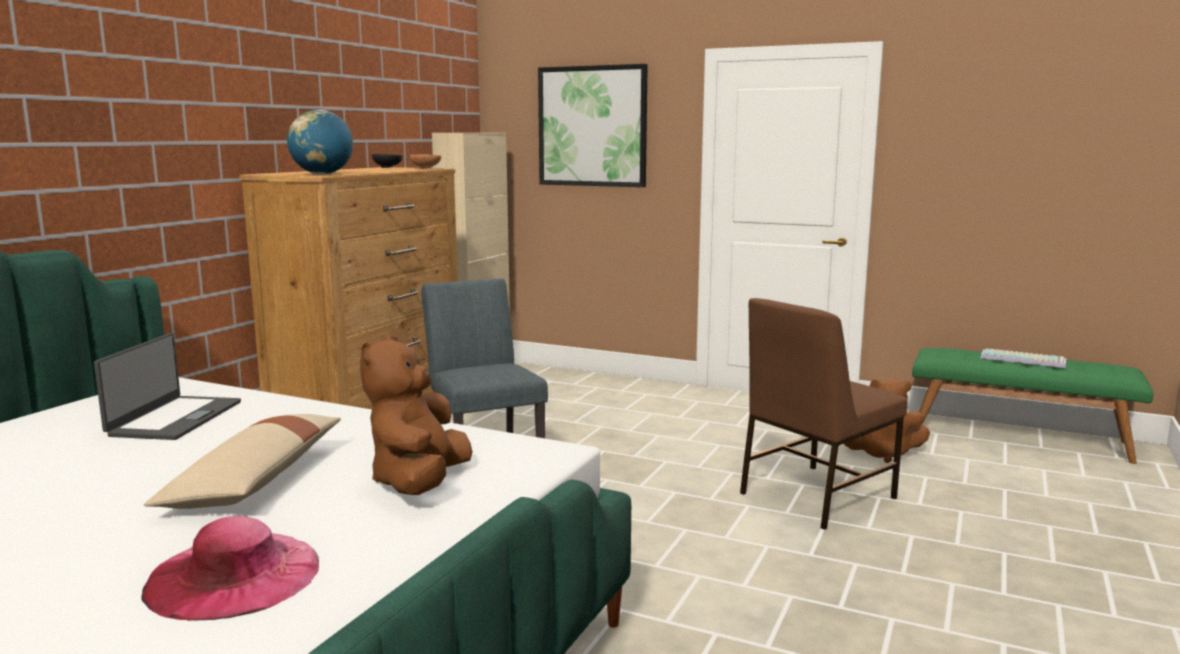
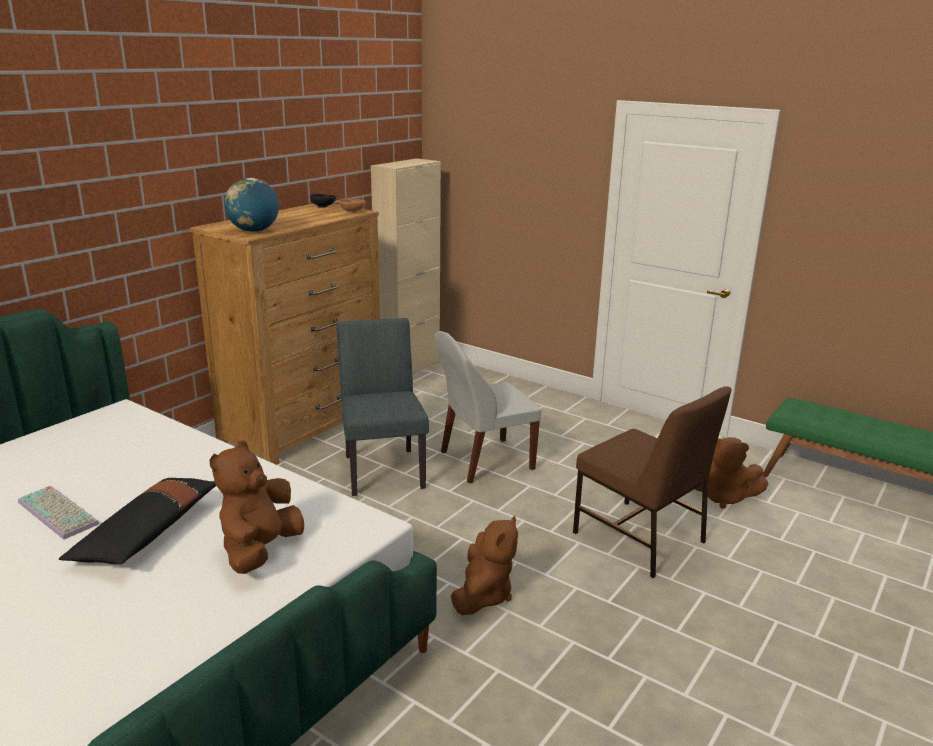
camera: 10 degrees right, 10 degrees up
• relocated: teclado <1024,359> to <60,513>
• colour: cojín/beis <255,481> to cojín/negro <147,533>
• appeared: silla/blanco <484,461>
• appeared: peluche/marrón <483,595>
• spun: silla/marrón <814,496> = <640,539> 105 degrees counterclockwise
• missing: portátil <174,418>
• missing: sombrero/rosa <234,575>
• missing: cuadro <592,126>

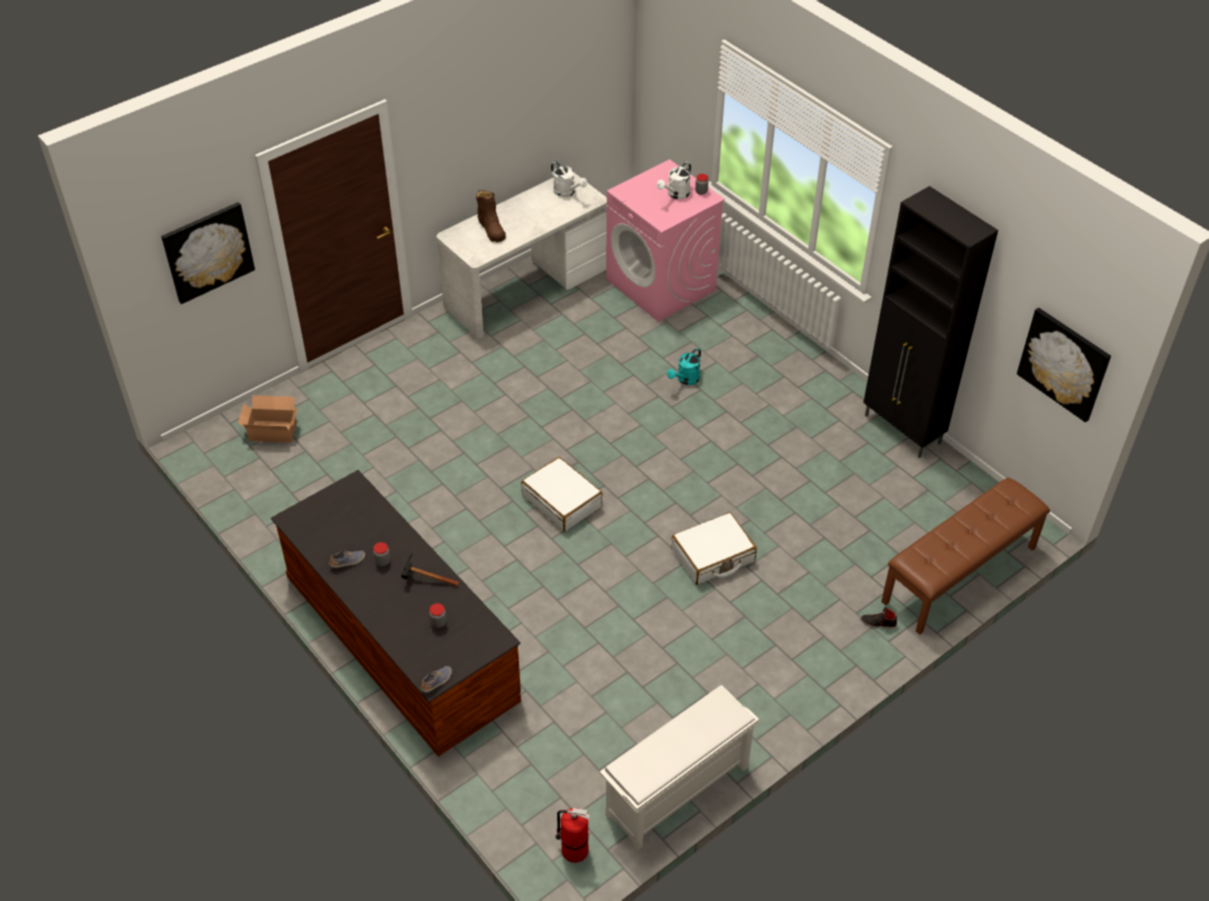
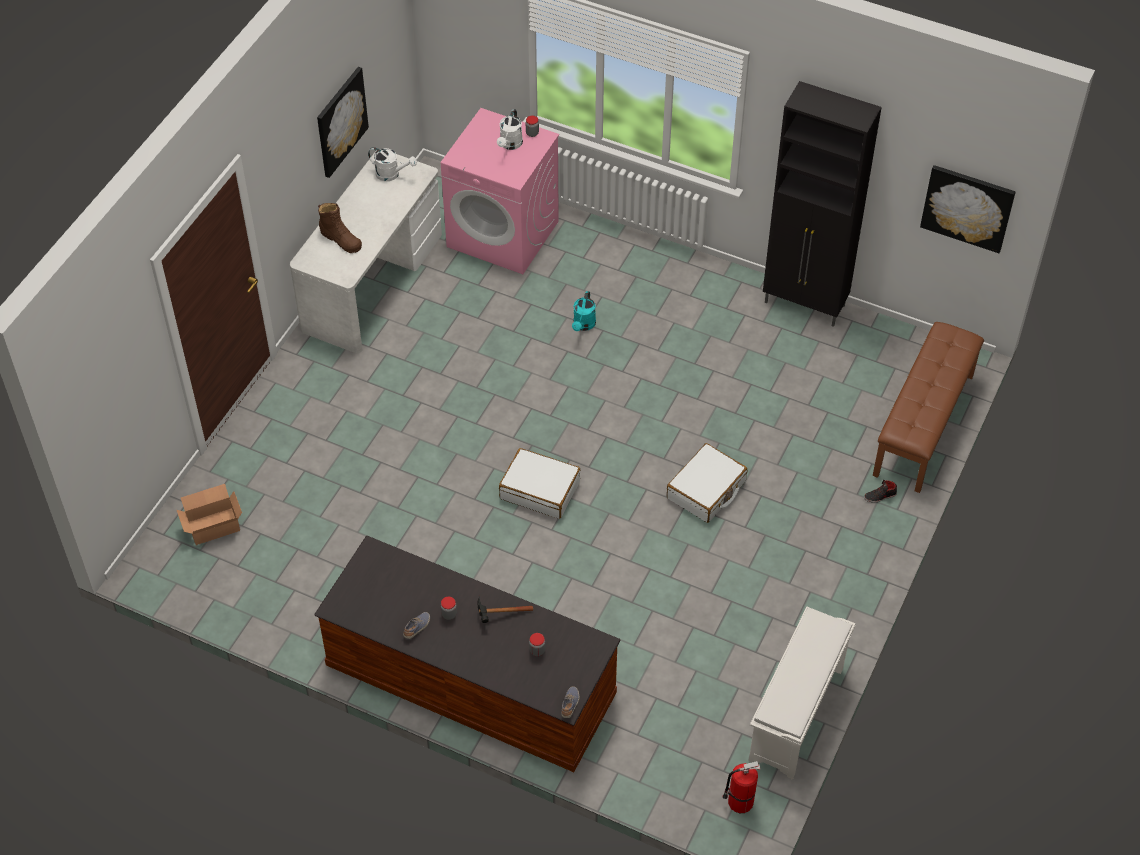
camera: 25 degrees left, 5 degrees up
• relocated: cuadro <208,252> to <341,121>

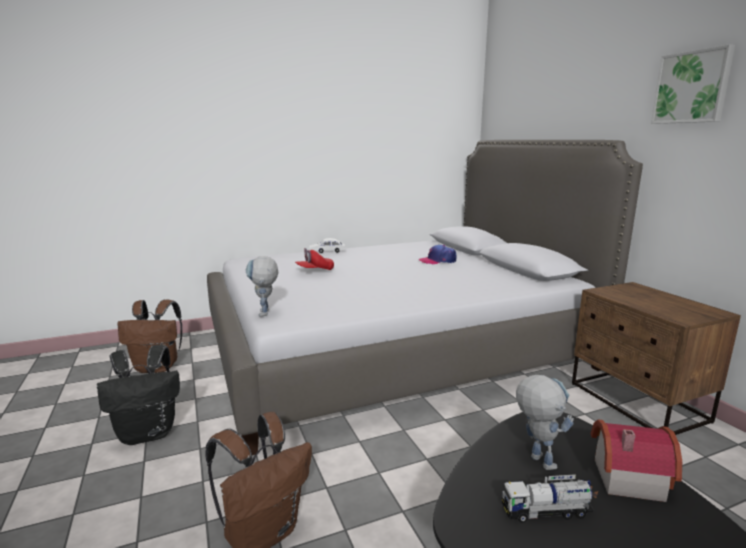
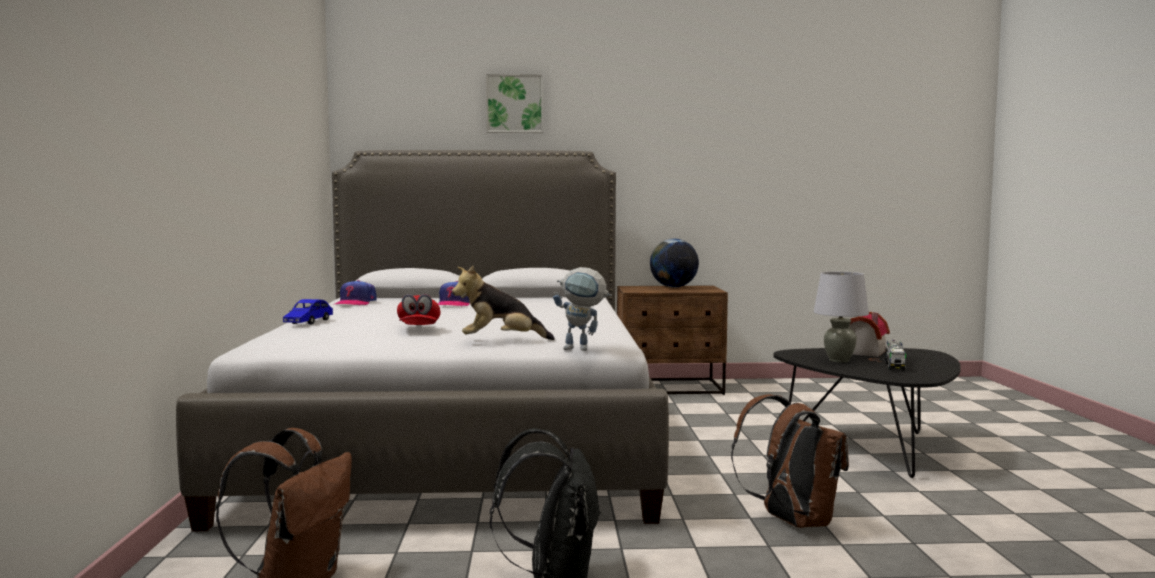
camera: 70 degrees left, 10 degrees down
• colour: coche de juguete/blanco <327,251> to coche de juguete/azul <308,322>
• appeared: gorra <355,303>
• appeared: peluche <501,342>
• relocated: cuadro <692,87> to <514,104>
• appeared: globo terráqueo <673,287>
• exchanged: robot de juguete <535,458> to lámpara de mesa/gris <839,360>

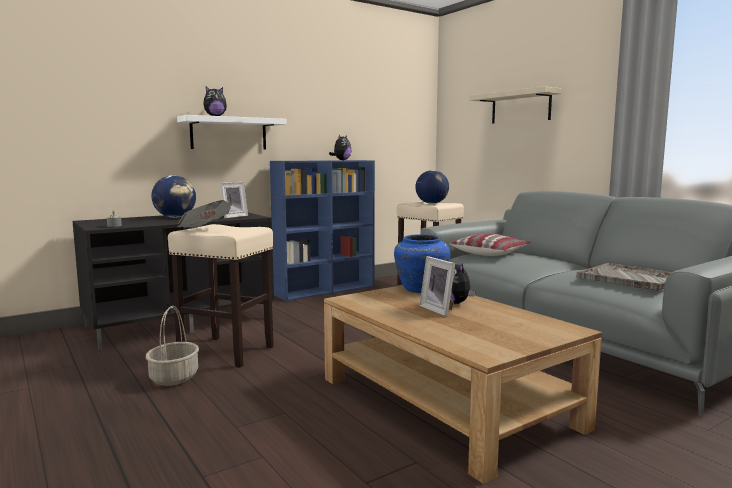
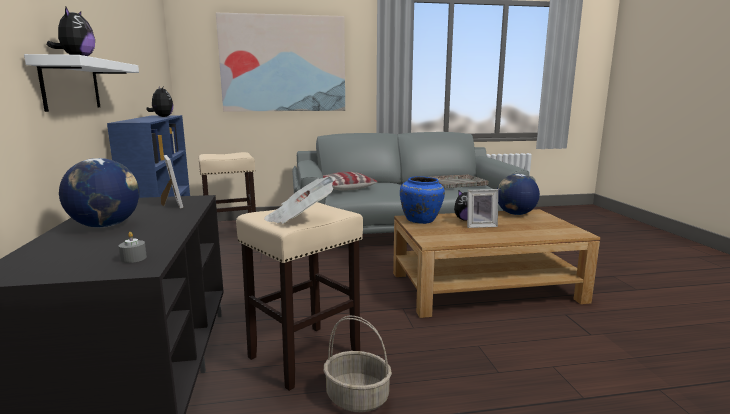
camera: 65 degrees left, 5 degrees up
• exchanged: estante/beis <520,107> to cuadro <283,64>
• relocated: globo terráqueo <431,203> to <515,214>

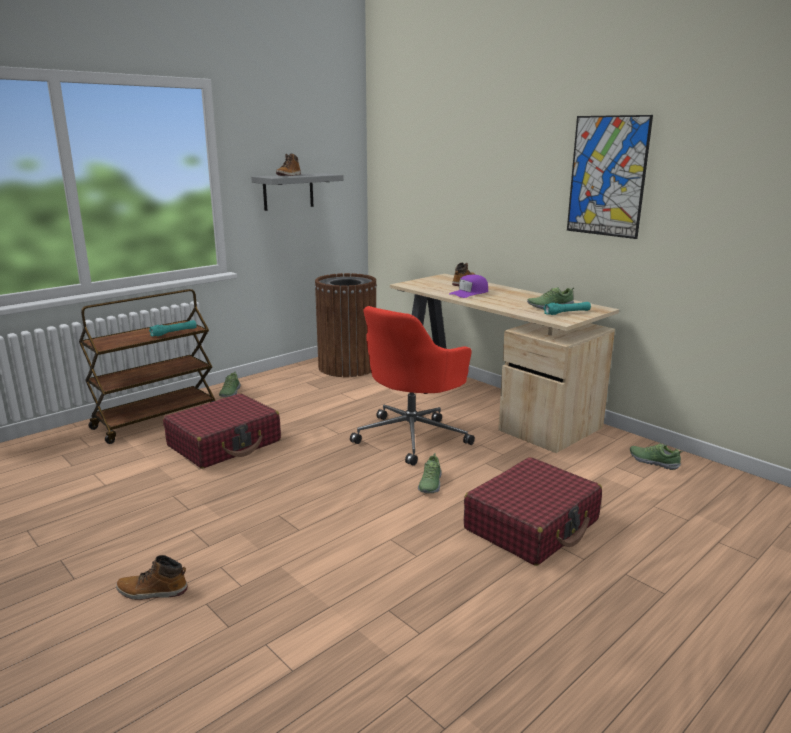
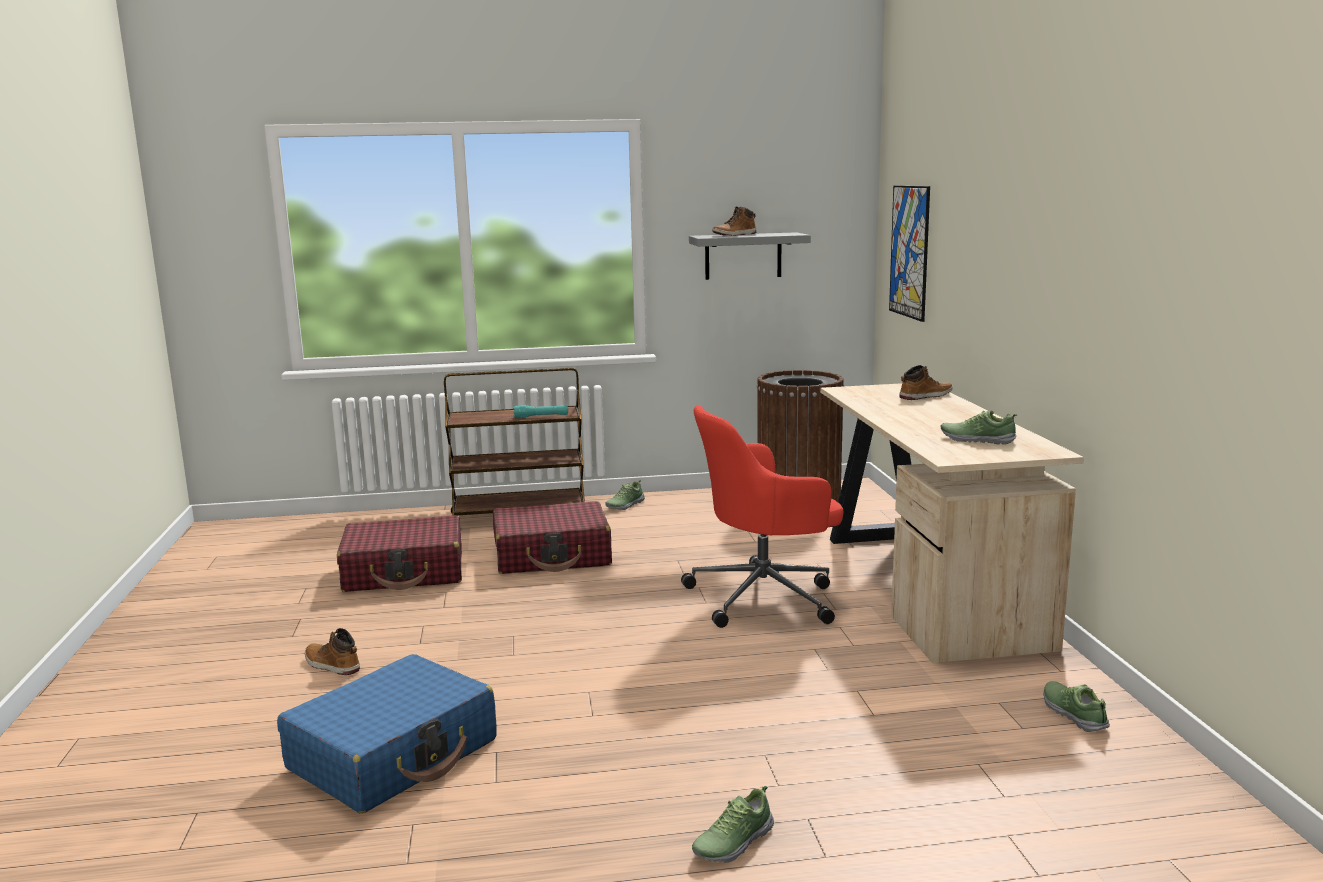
camera: 35 degrees right, 5 degrees down
• appeared: maleta/azul <394,754>
• relocated: maleta/rojo <532,525> to <405,572>
• relocated: zapato <429,484> to <732,842>
• relocated: cuadro <607,176> to <909,251>
• missing: gorra/morado <469,293>
• missing: linterna/turquesa <567,313>

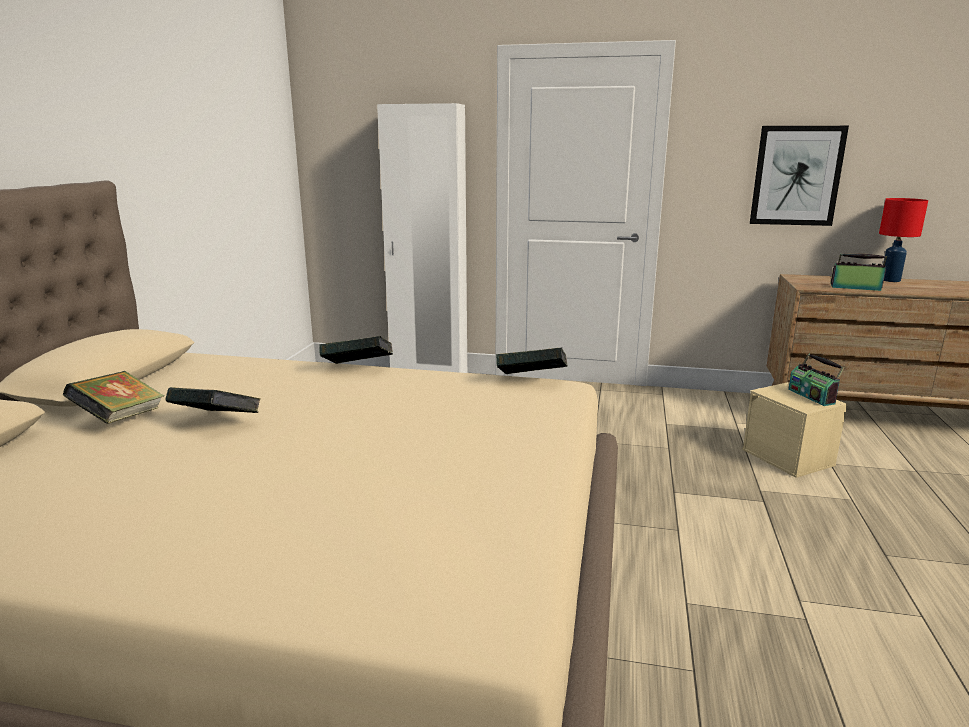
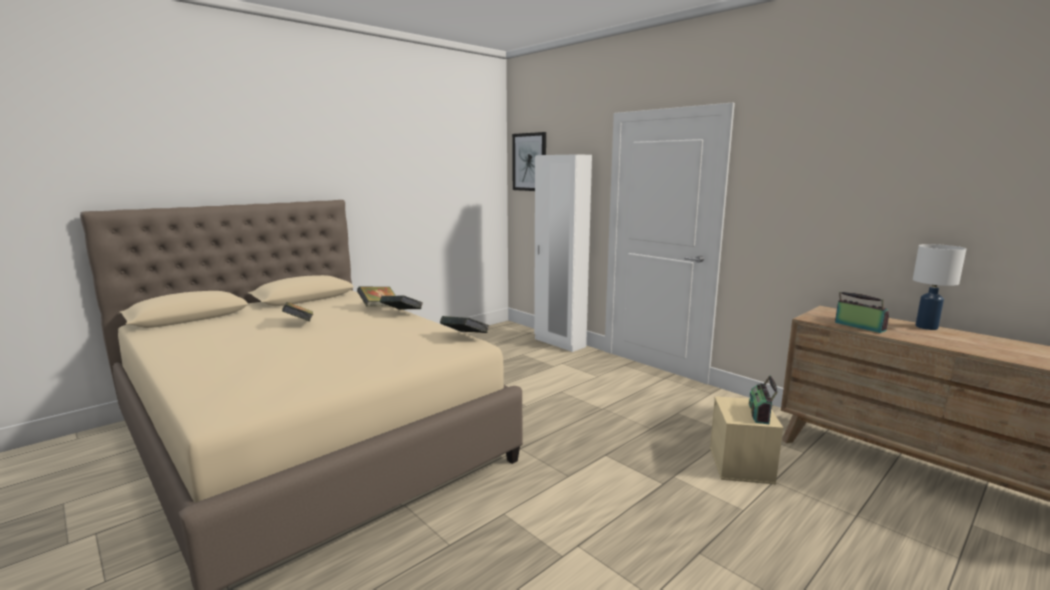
camera: 35 degrees right, 5 degrees down
• relocated: libro <120,419> to <379,307>
• relocated: cuadro <796,176> to <529,162>
• colour: lámpara de mesa/rojo <890,280> to lámpara de mesa/blanco <927,327>

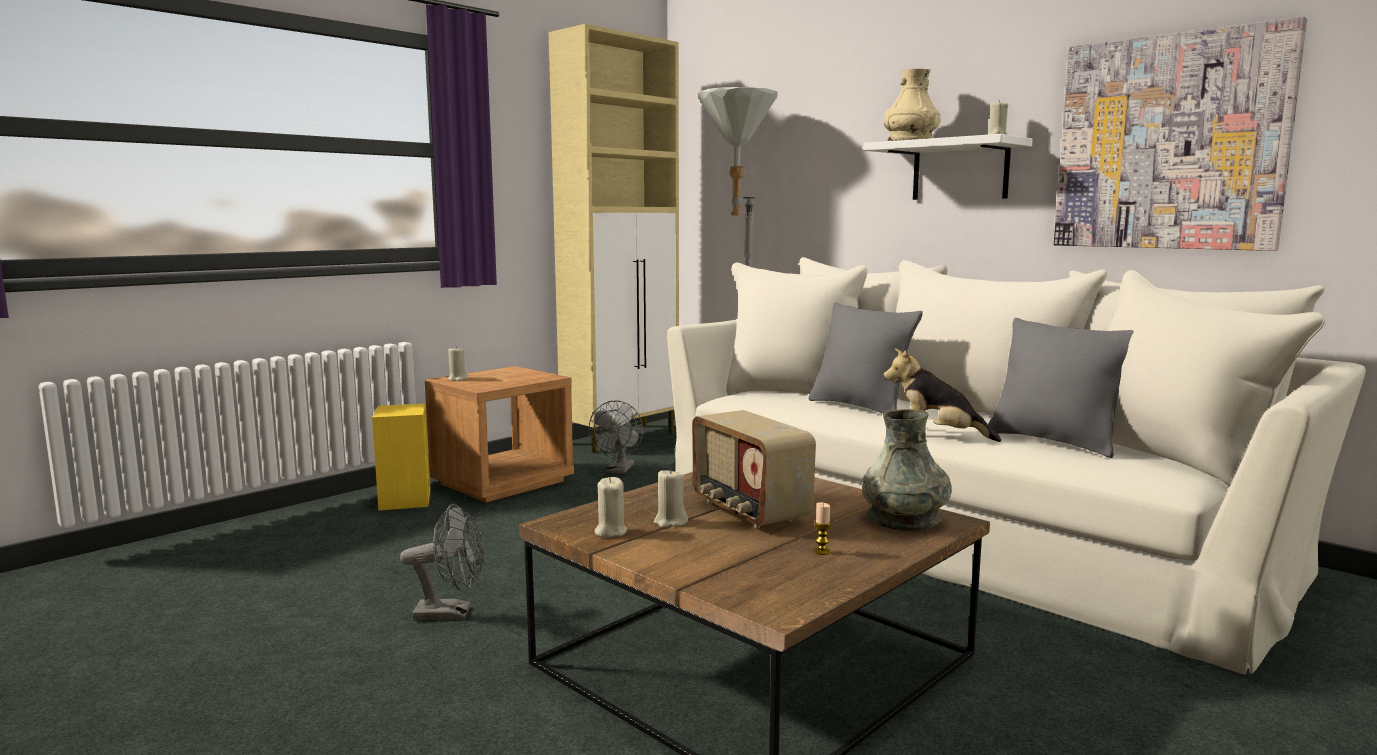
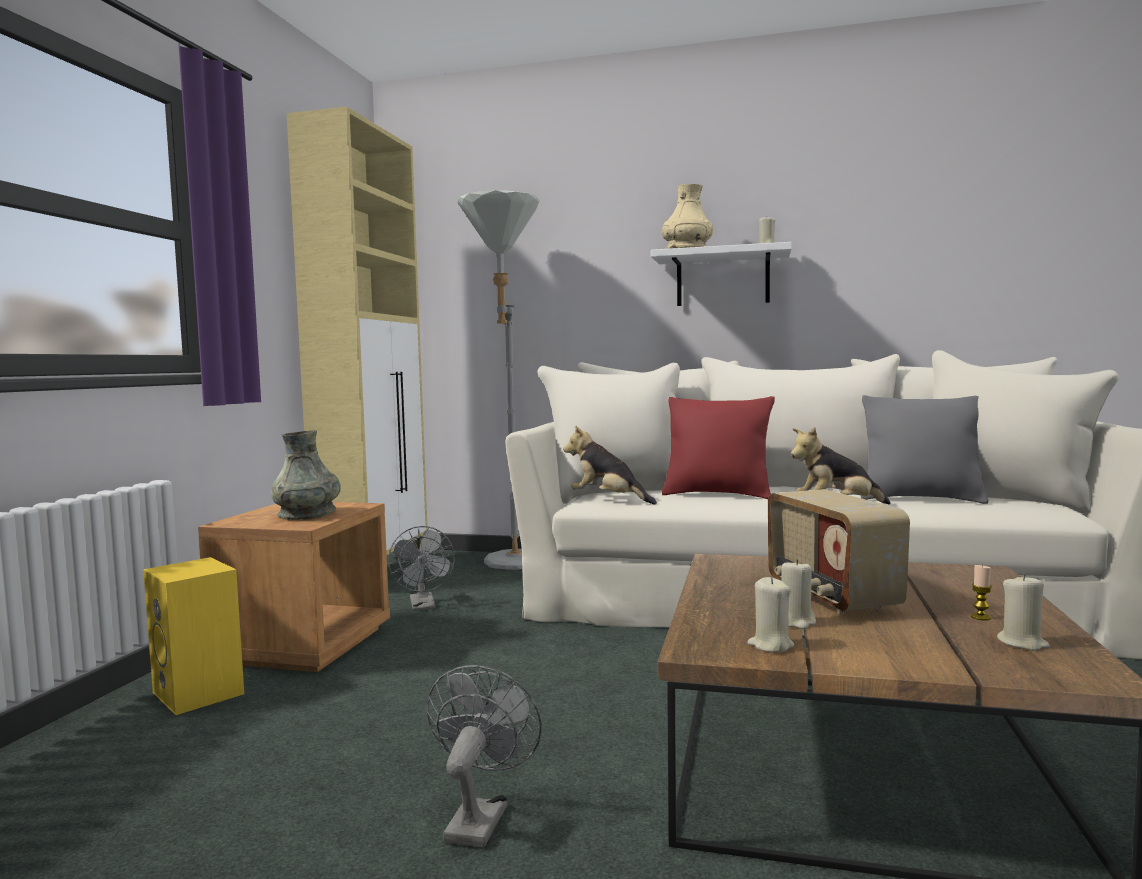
camera: 30 degrees left, 5 degrees down
• relocated: florero/gris <904,519> to <307,514>
• spun: ventilador/gris <451,613> = <480,817> 45 degrees counterclockwise
• appeared: peluche <608,500>
• colour: cojín/gris <859,407> to cojín/rojo <717,494>
• spun: radio <748,510> = <830,596> 45 degrees clockwise
• relocated: vela/beis <458,379> to <1022,643>
• missing: cuadro <1169,143>

